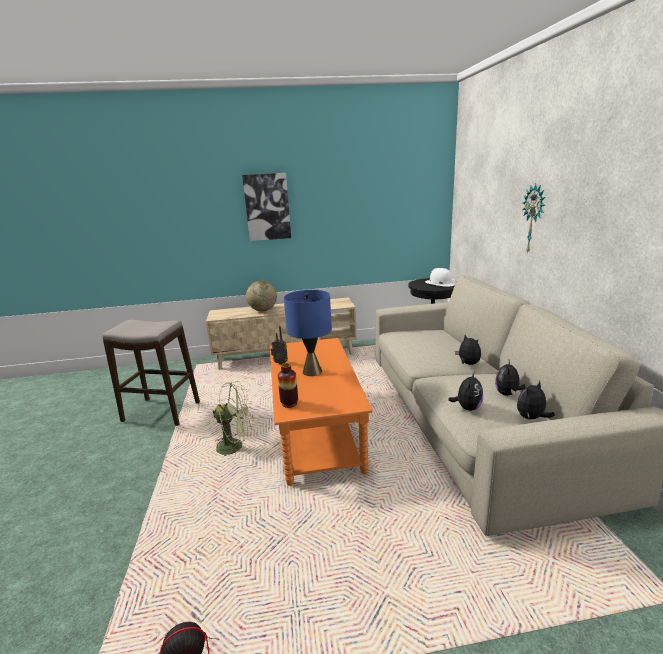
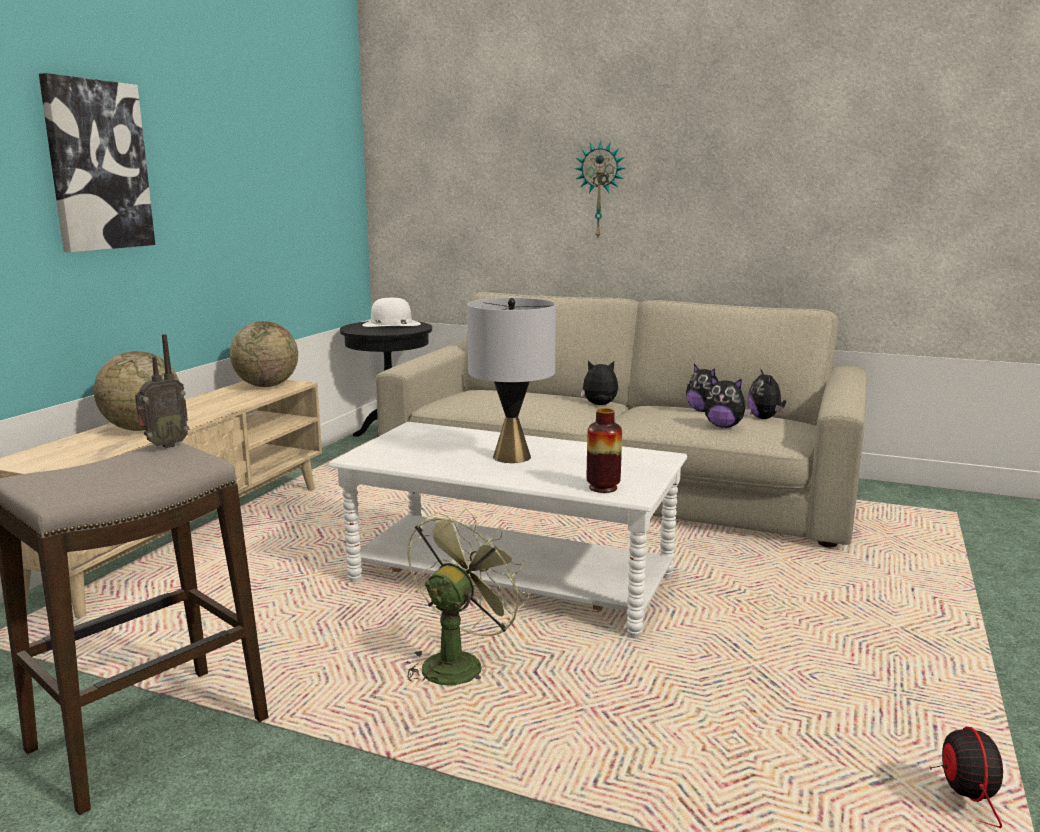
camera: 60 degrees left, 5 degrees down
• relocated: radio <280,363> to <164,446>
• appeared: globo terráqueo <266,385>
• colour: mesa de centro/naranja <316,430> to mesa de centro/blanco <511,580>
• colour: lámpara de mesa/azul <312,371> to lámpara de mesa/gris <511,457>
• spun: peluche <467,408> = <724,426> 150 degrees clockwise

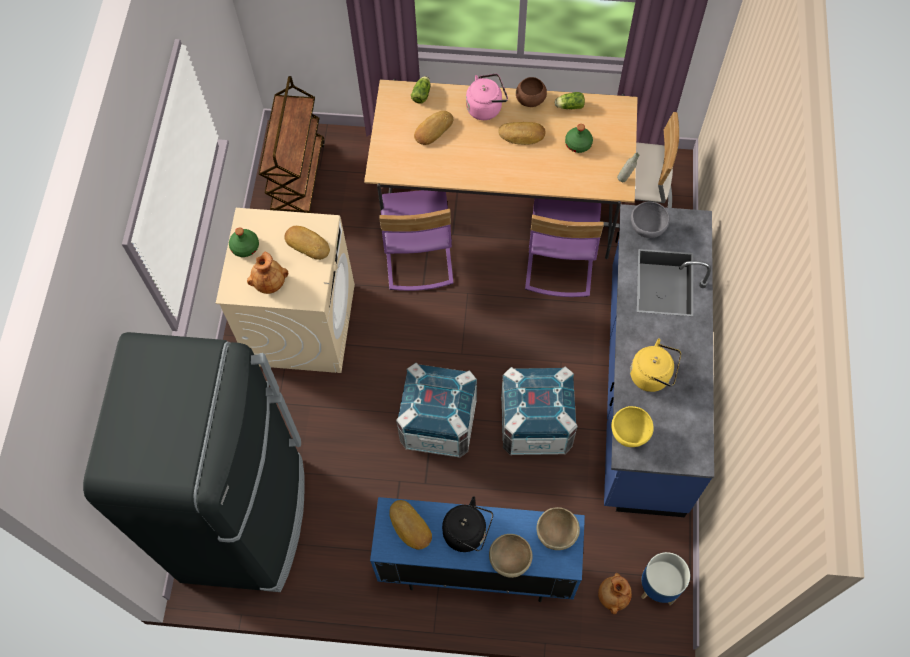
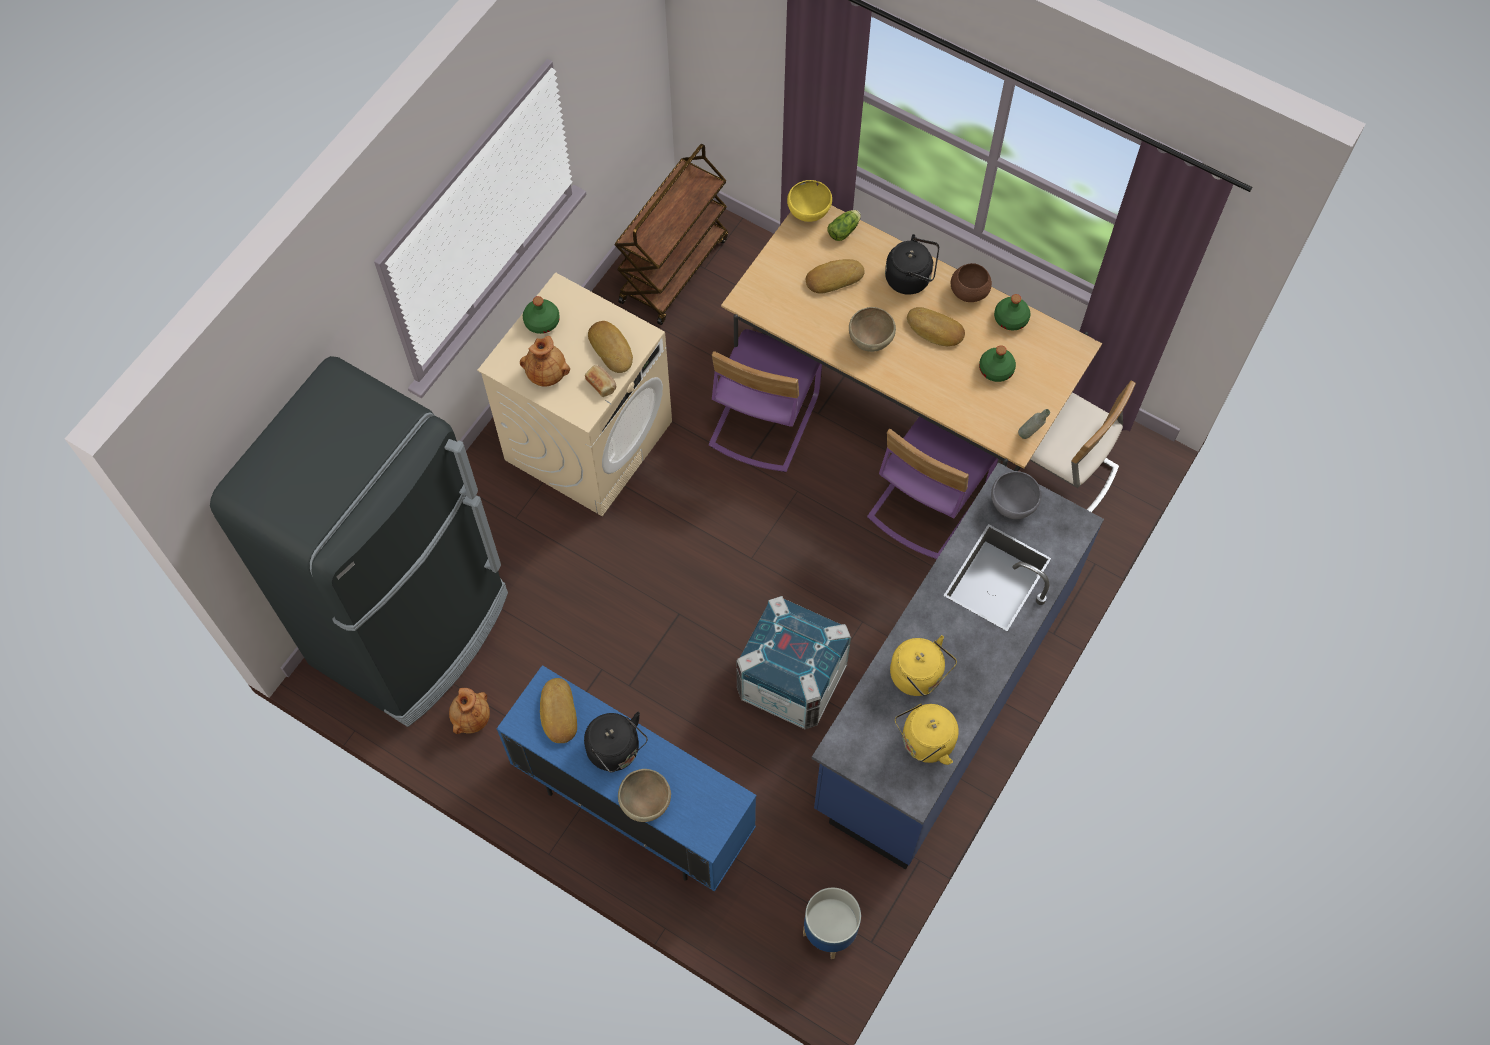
camera: 25 degrees right, 0 degrees up
• relocated: florero/marrón <612,596> to <471,718>
• appeared: pan <601,384>
• relocated: cuenco/amarillo <629,434> to <809,213>
• relocated: cuenco/marrón <556,534> to <870,340>
• colour: hervidor/rosa <486,107> to hervidor/negro <911,278>
• appeared: hervidor/amarillo <925,743>
• exchanged: lechuga <568,106> to botella/verde <1011,319>
• missing: caja de embalaje <438,423>

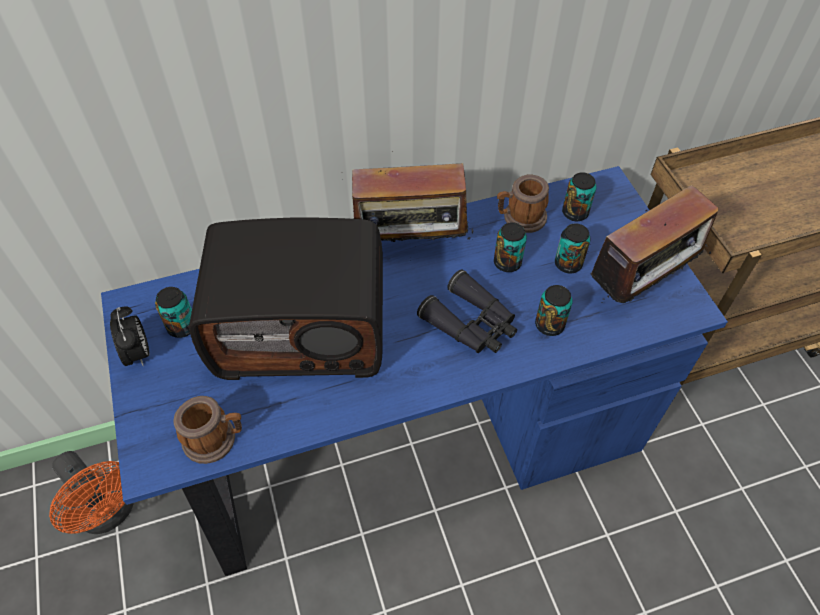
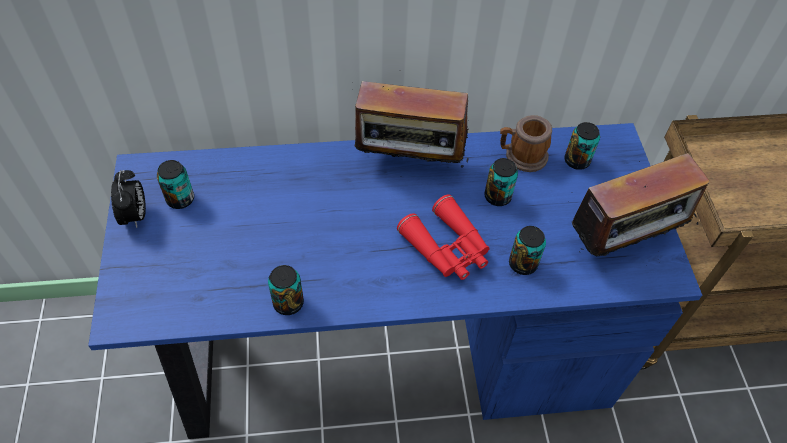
camera: 10 degrees right, 0 degrees up
• relocated: lata <568,264> to <288,303>
• colour: prismáticos/negro <471,324> to prismáticos/rojo <447,248>
• missing: ventilador/naranja <110,512>
• missing: taza grande <215,439>
• missing: radio <302,327>

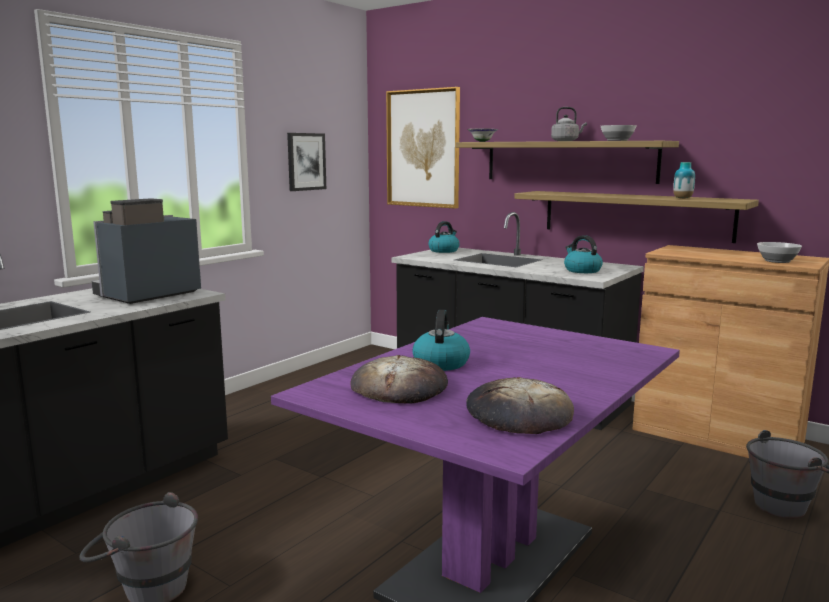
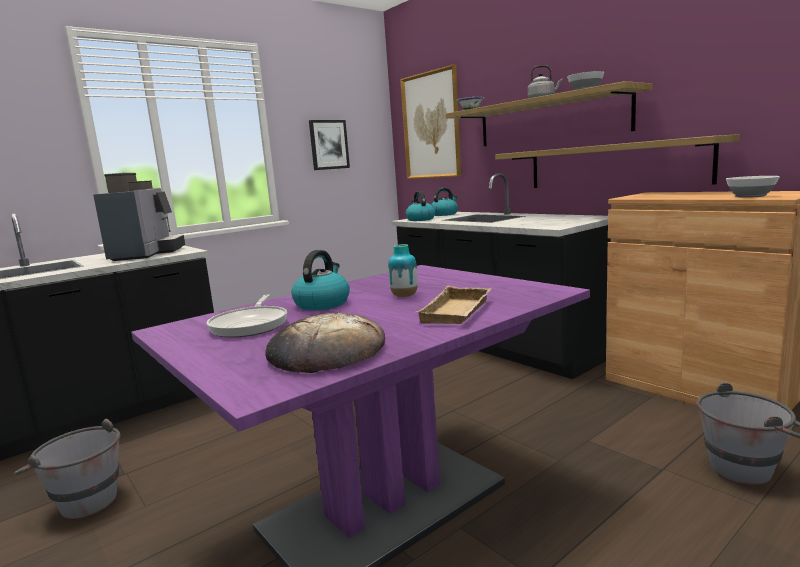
camera: 15 degrees right, 0 degrees up
• spun: cafetera <146,295> = <147,253> 120 degrees clockwise
• exchanged: pan <399,387> to sartén <251,325>
• relocated: florero <682,198> to <404,296>
• relocated: hervidor <581,270> to <420,219>
• appeared: bandeja/beis <458,312>

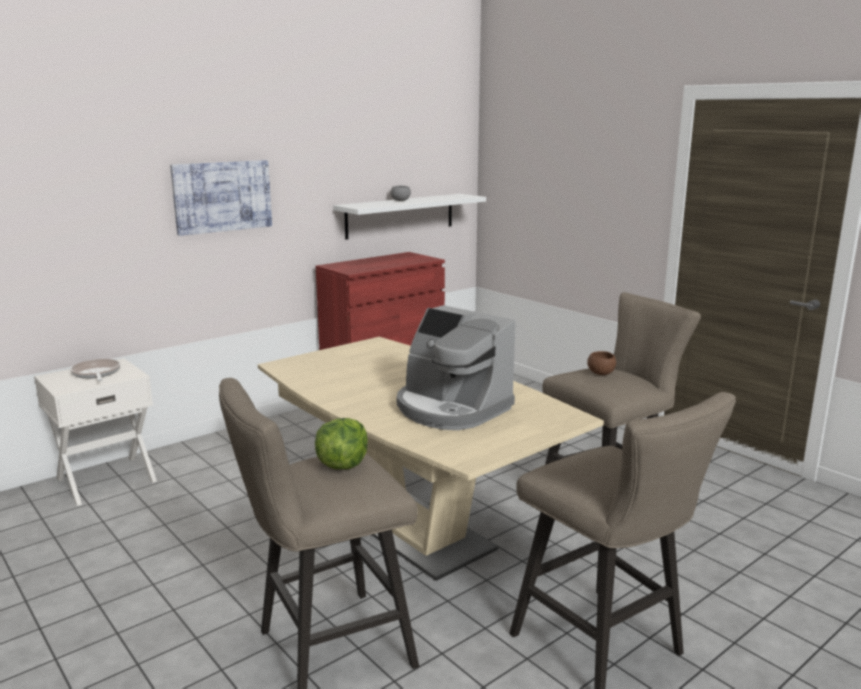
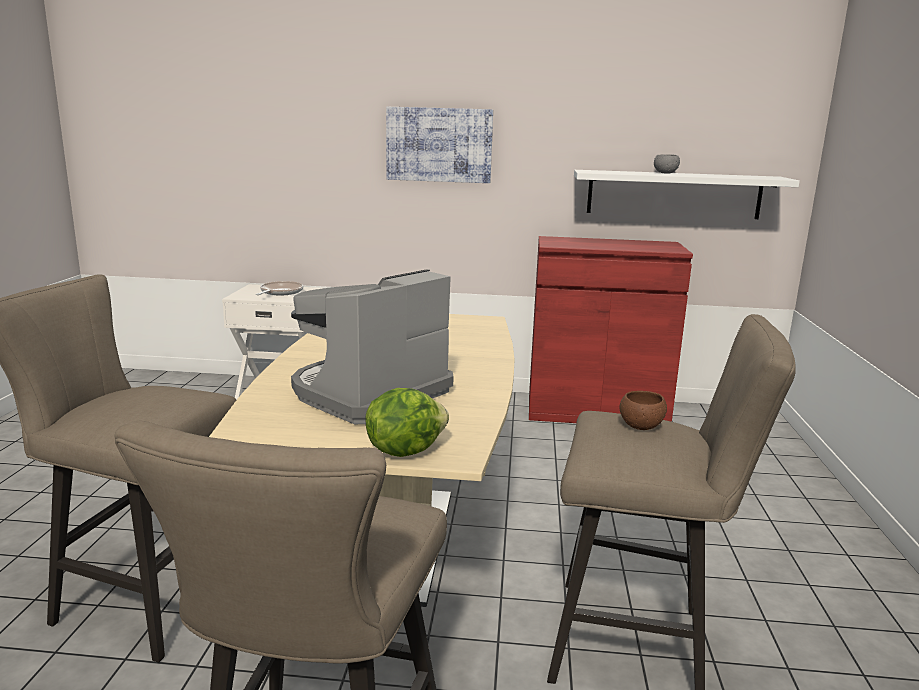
camera: 45 degrees right, 0 degrees up
• spun: cafetera <451,408> = <368,393> 45 degrees clockwise
• relocated: lechuga <342,464> to <404,450>

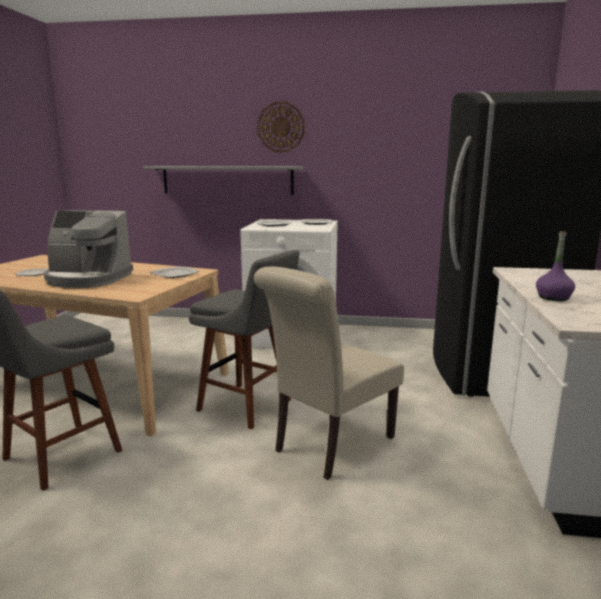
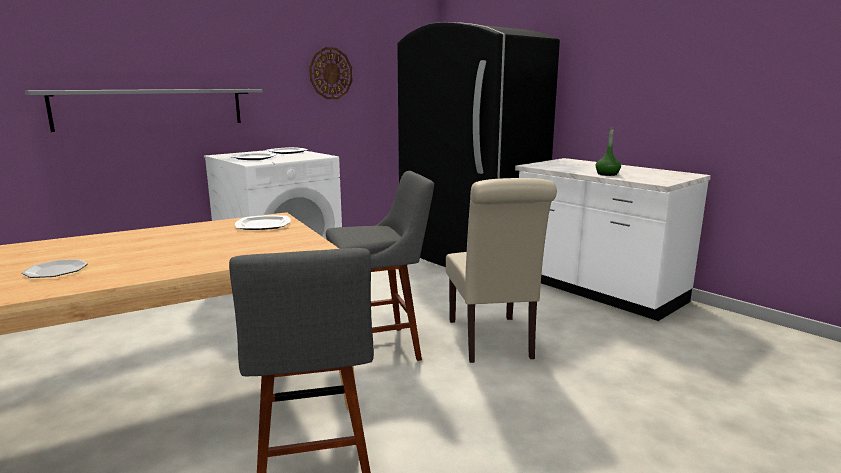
camera: 50 degrees left, 0 degrees up
• relocated: reloj de pared <281,127> to <330,73>
• colour: botella/morado <553,297> to botella/verde <607,174>
• missing: cafetera <88,279>

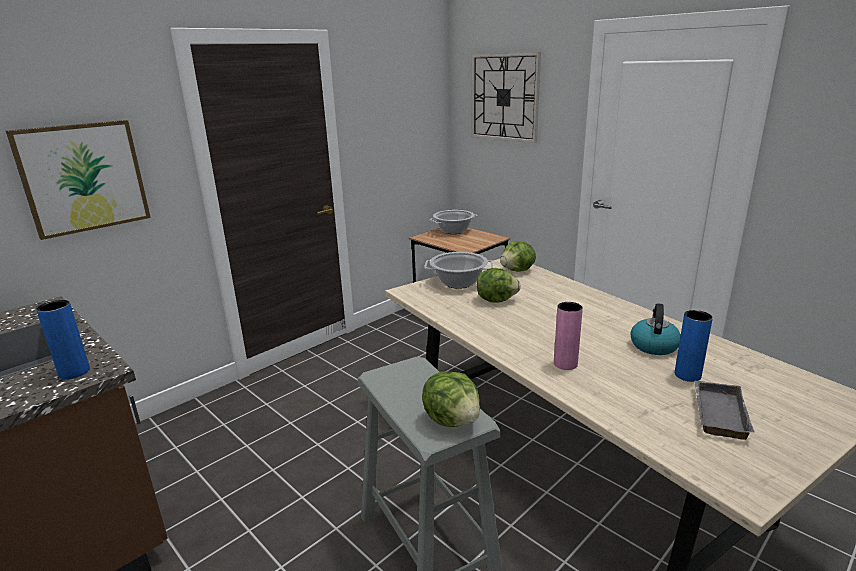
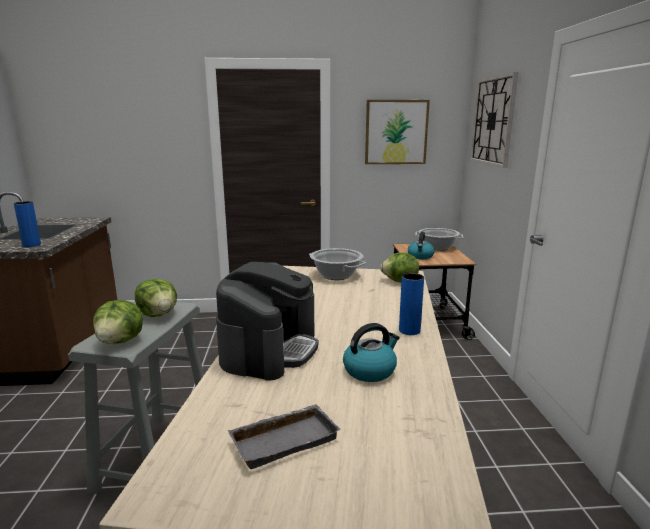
camera: 40 degrees right, 5 degrees down
• relocated: lechuga <496,300> to <159,314>
• exchanged: florero/rosa <565,364> to cafetera <270,349>
• relocated: cuadro <83,177> to <396,132>
• relocated: florero/azul <687,375> to <409,330>
• appeared: hervidor <420,256>

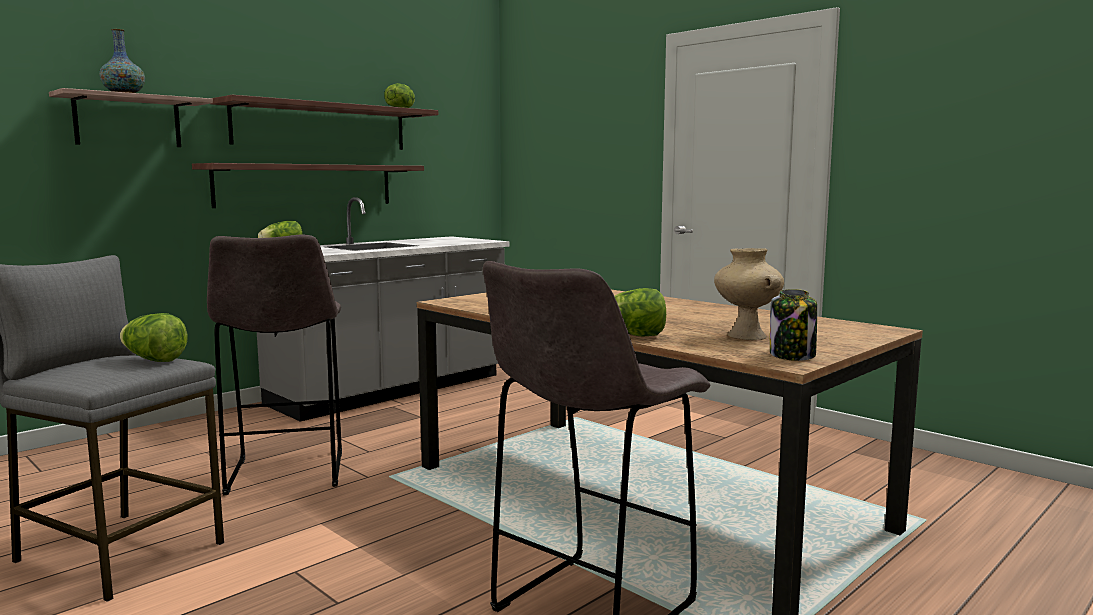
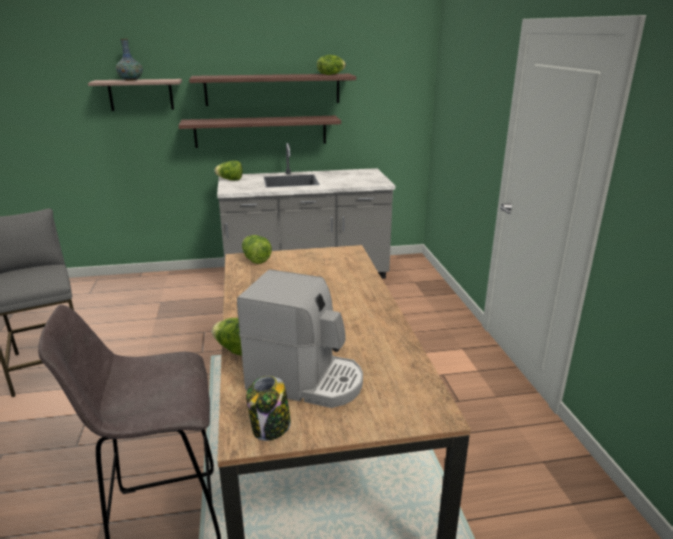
camera: 35 degrees right, 15 degrees up
• exchanged: florero/beis <745,336> to cafetera <306,380>
• relocated: lechuga <154,360> to <255,259>
• missing: taburete/gris <285,474>

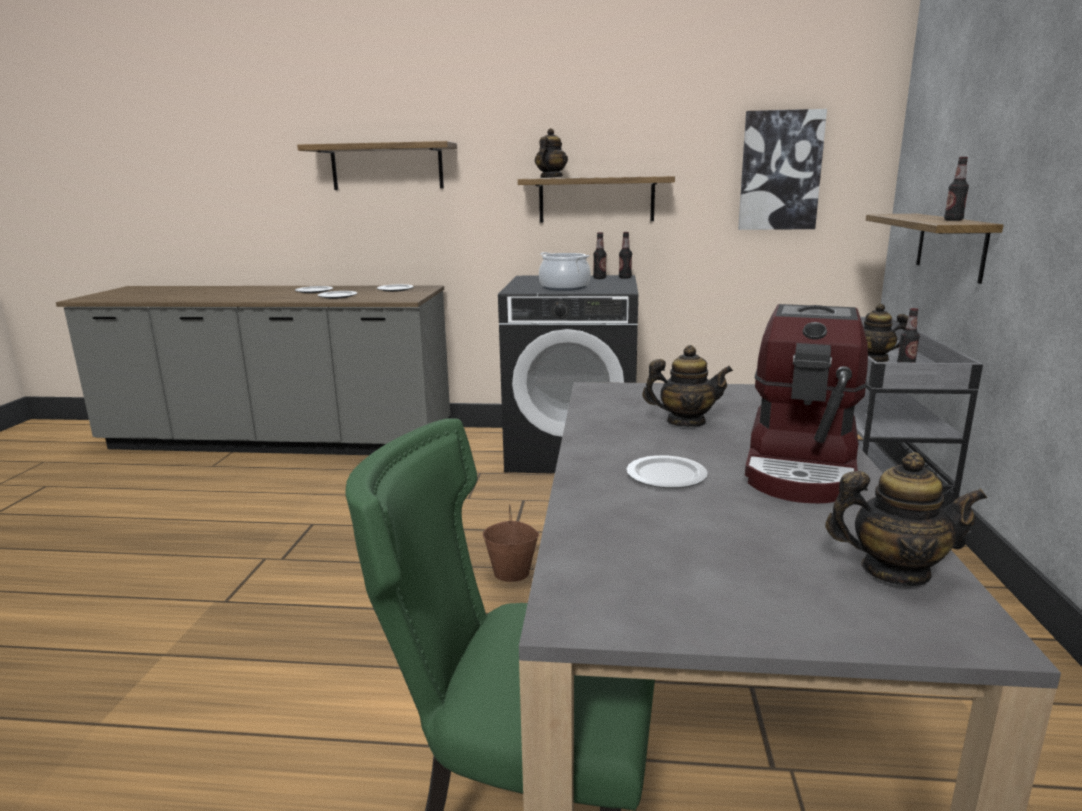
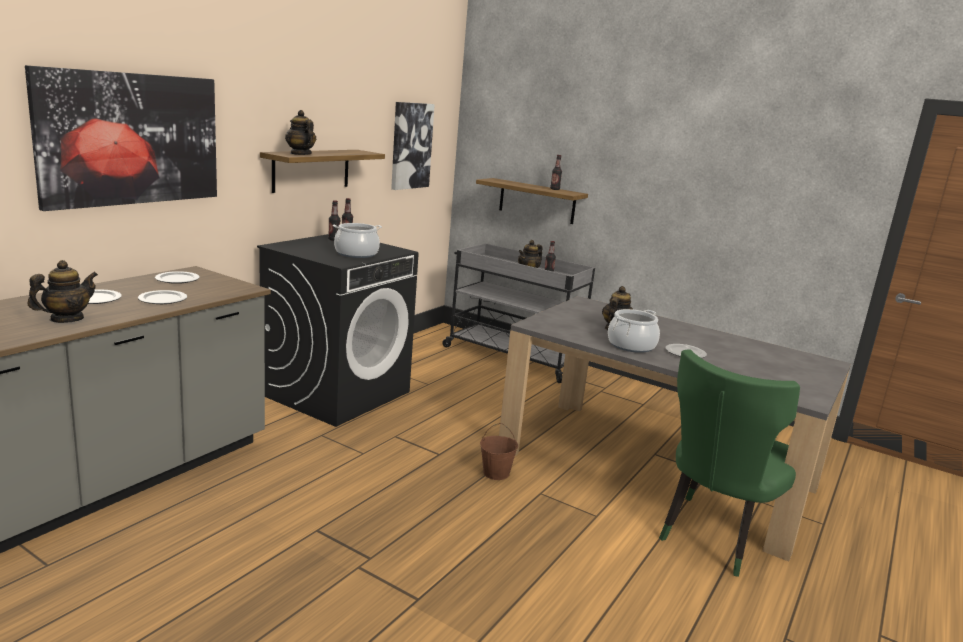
camera: 65 degrees left, 0 degrees up
• exchanged: estante <387,167> to cuadro <131,139>
• relocated: tetera <894,571> to <66,319>
• appeared: olla <631,345>
• missing: cafetera <802,466>

